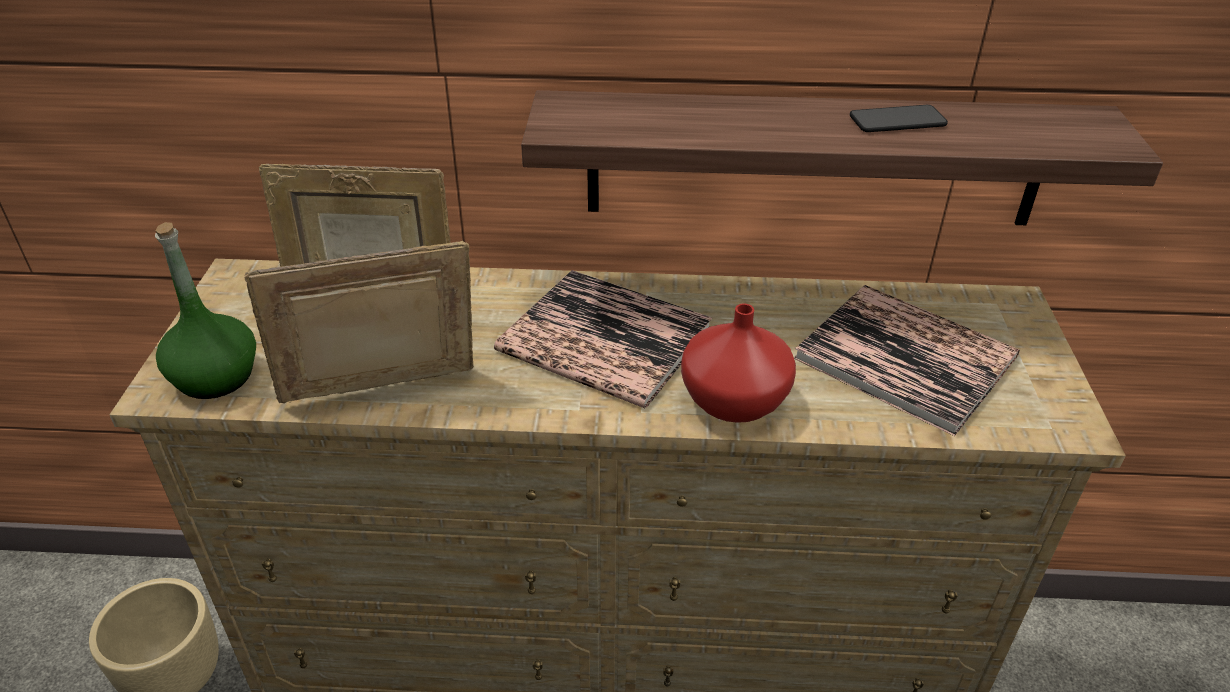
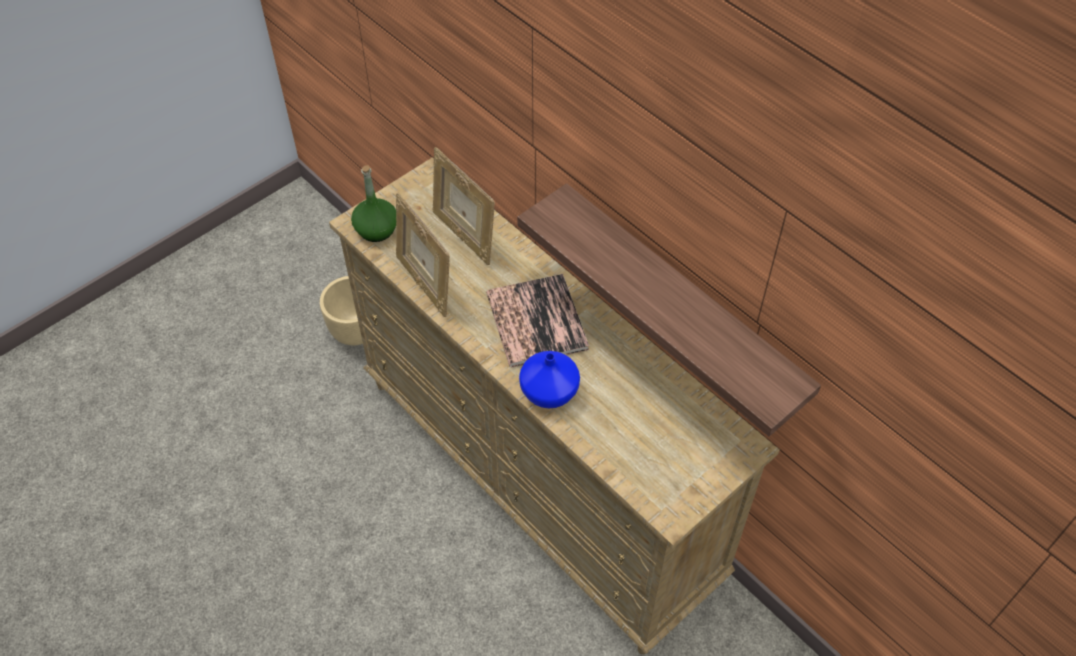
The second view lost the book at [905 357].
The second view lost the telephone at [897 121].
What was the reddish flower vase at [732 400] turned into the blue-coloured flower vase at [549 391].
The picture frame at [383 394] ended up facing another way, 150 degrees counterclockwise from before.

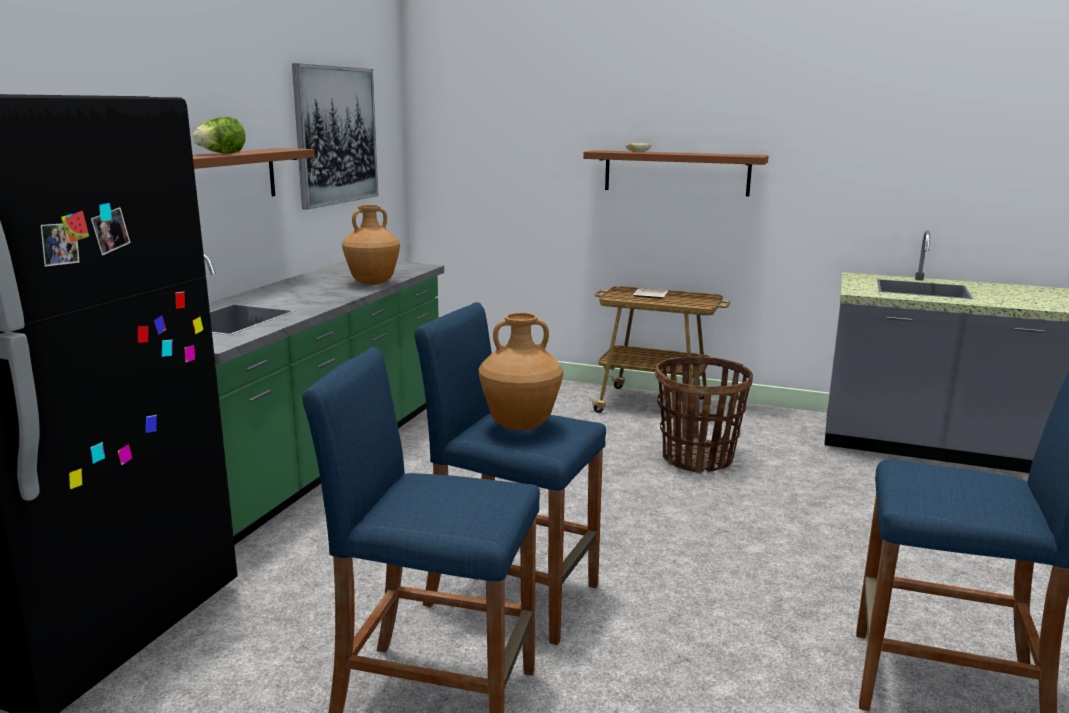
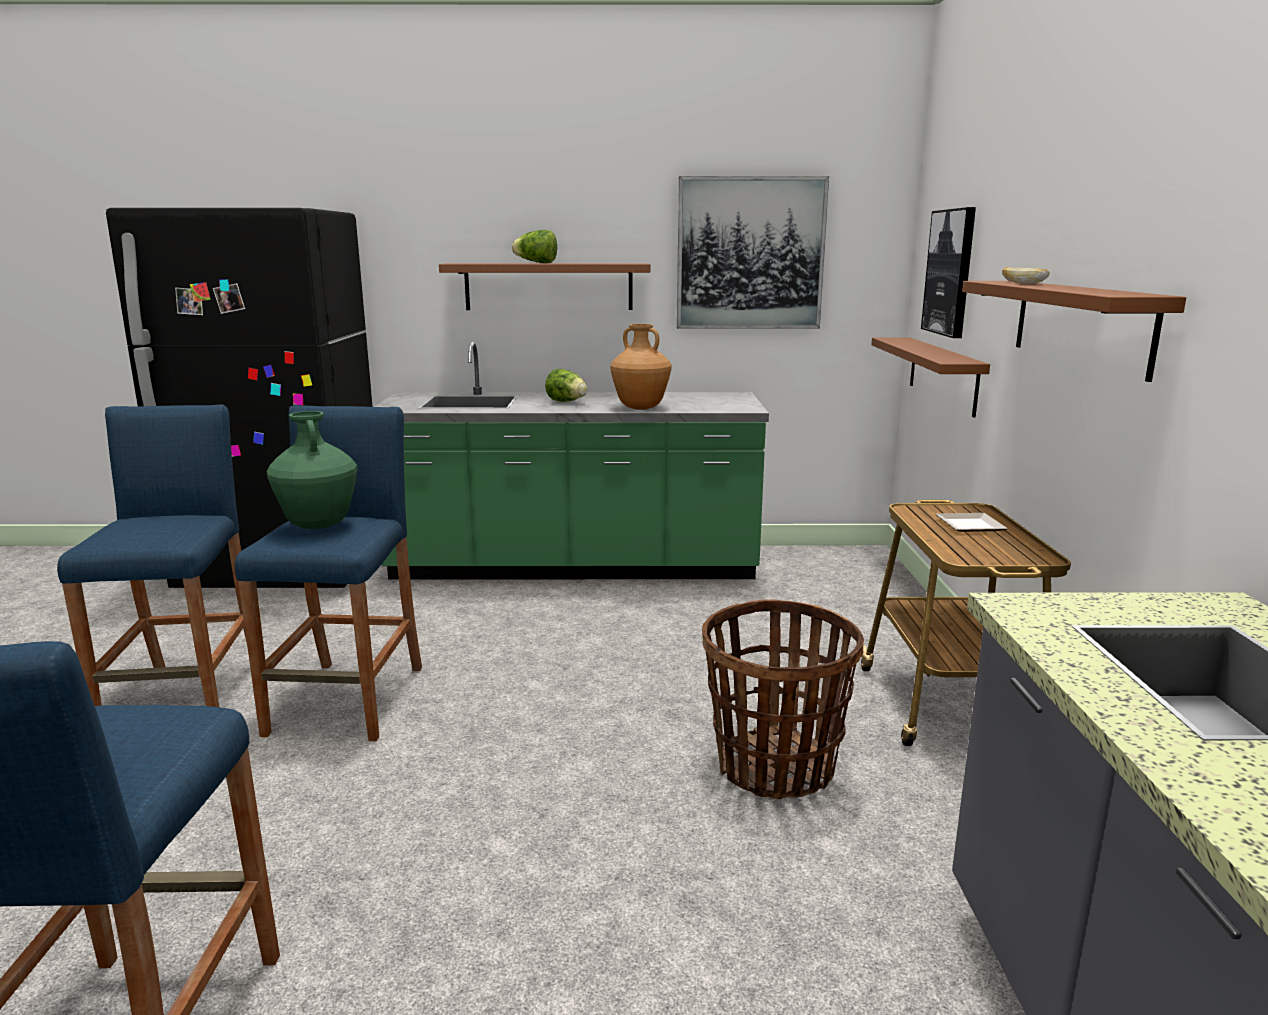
The second view gained the head of lettuce at [567 402].
The second view gained the brown wall shelf at [942 374].
The second view gained the picture at [950 272].
What was the brown flower vase at [519 426] turned into the green-coloured flower vase at [318 525].

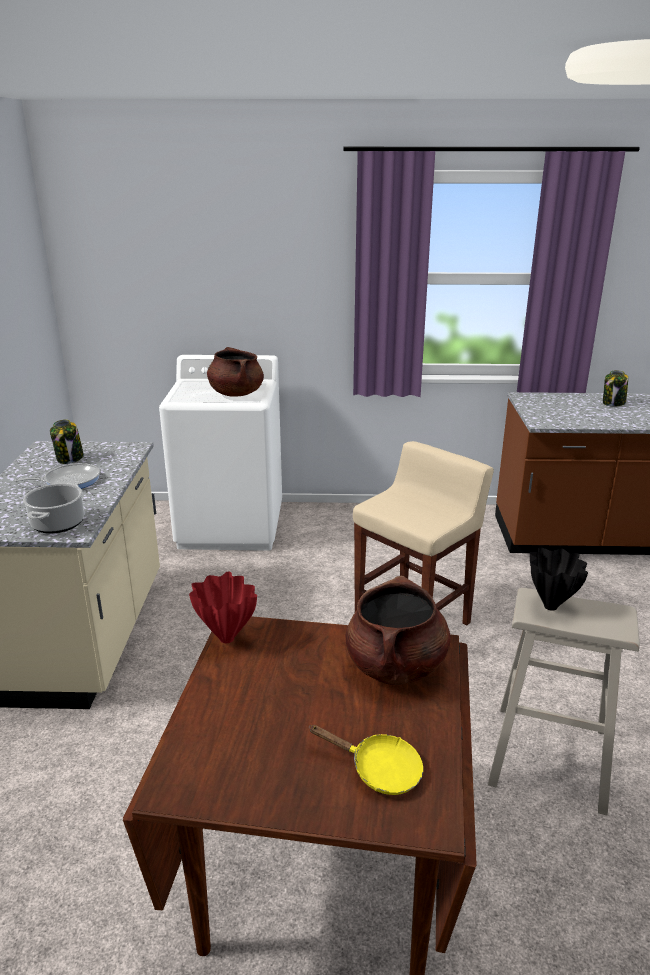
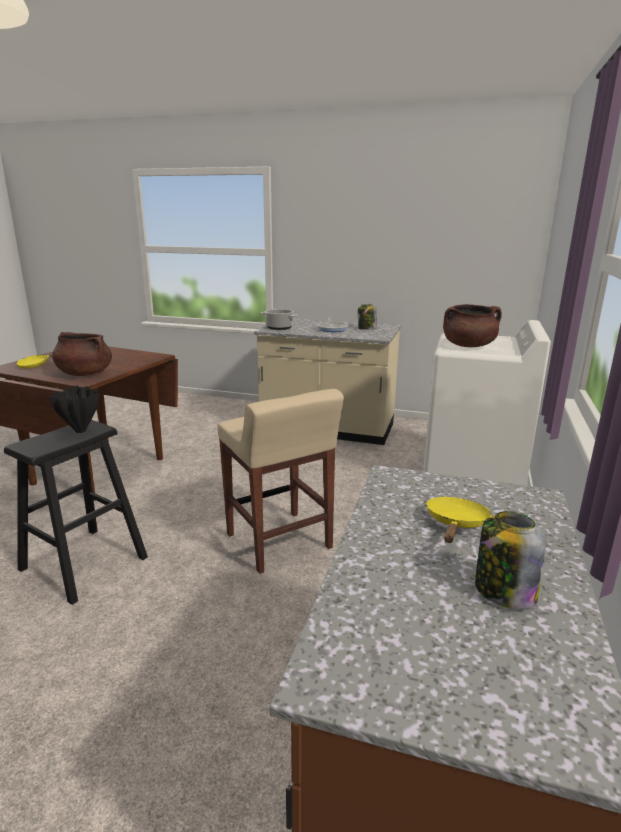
The second view lost the reddish flower vase at [225 638].
The second view gained the yellow-coloured skillet at [456 524].
What was the sand-coloured stool at [548 756] turned into the black stool at [84 563].

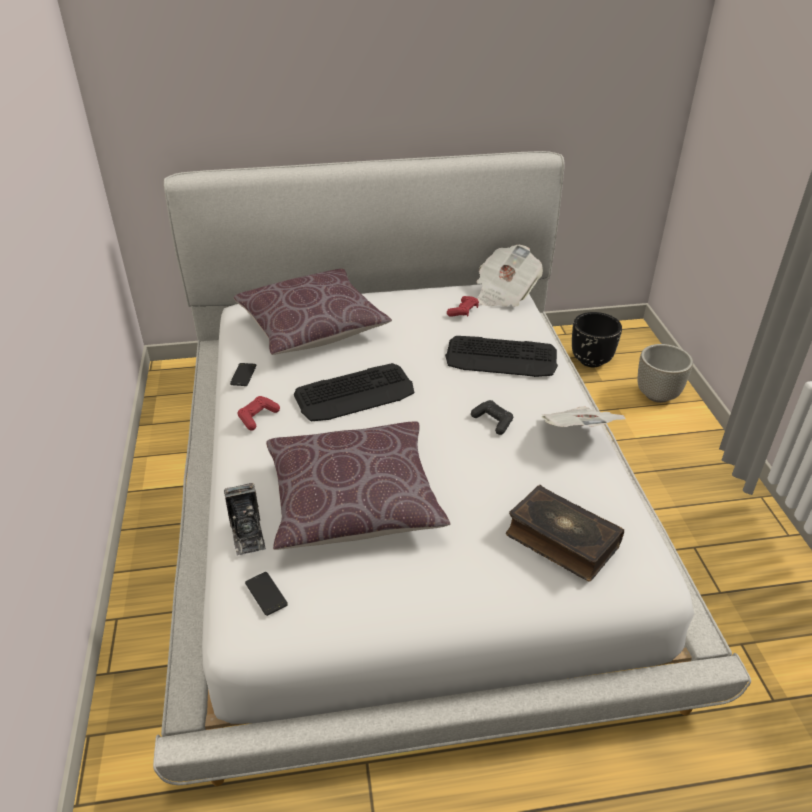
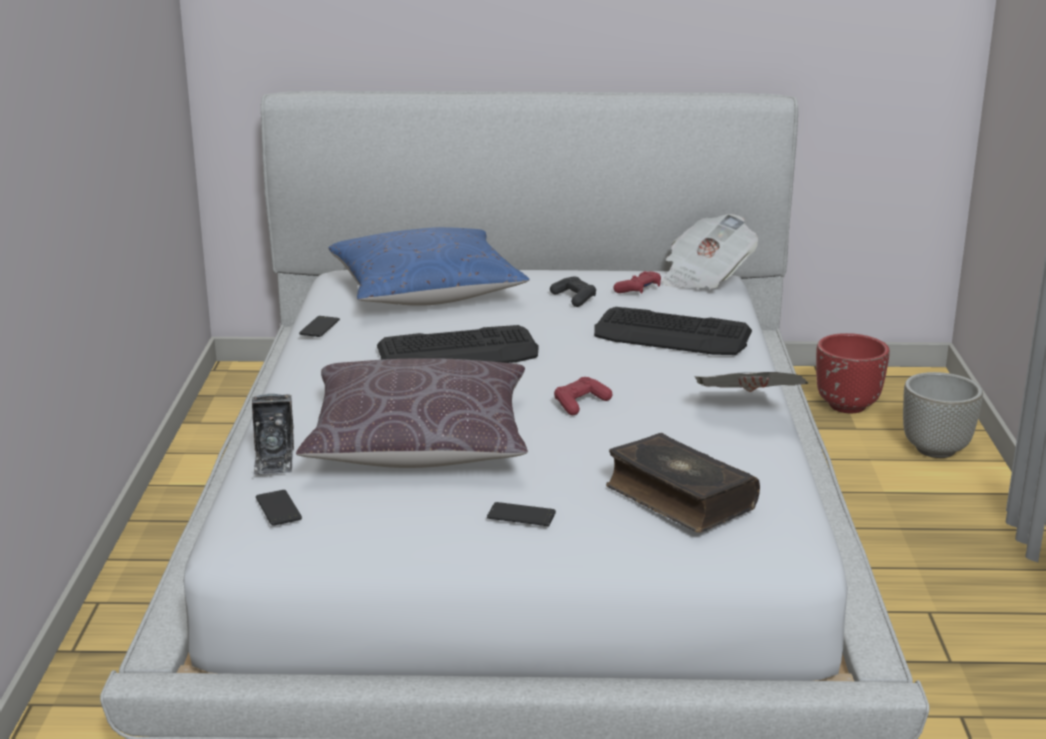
The second view gained the telephone at [521 515].
The reddish game controller ended up elsewhere, having gone from [258 417] to [580 404].
The black game controller ended up elsewhere, having gone from [493 421] to [574 298].
What was the brown throw pillow at [312 327] turned into the blue-coloured throw pillow at [426 291].
What was the black flower pot at [591 360] turned into the reddish flower pot at [847 406].

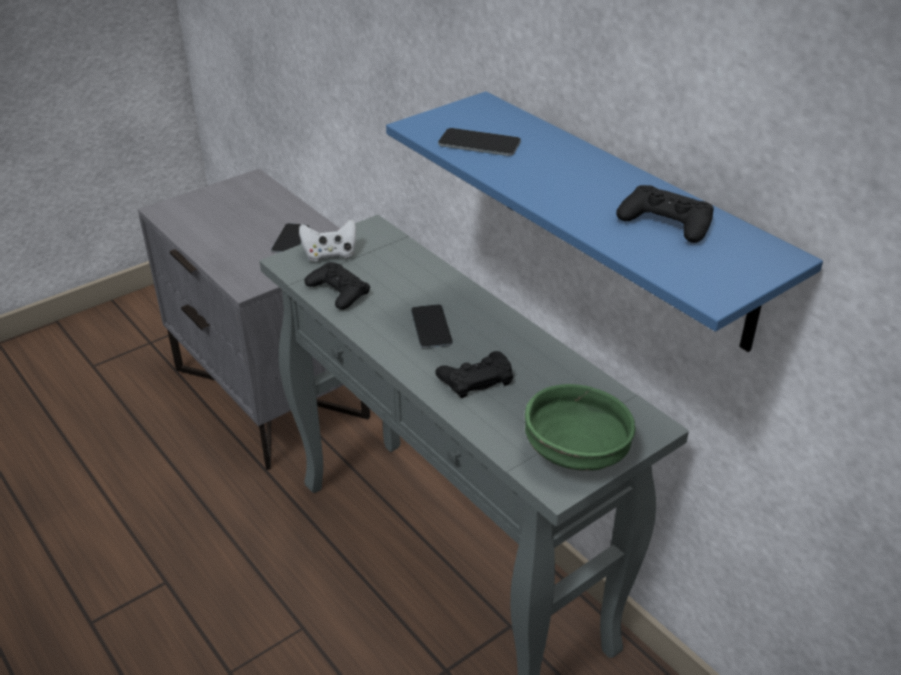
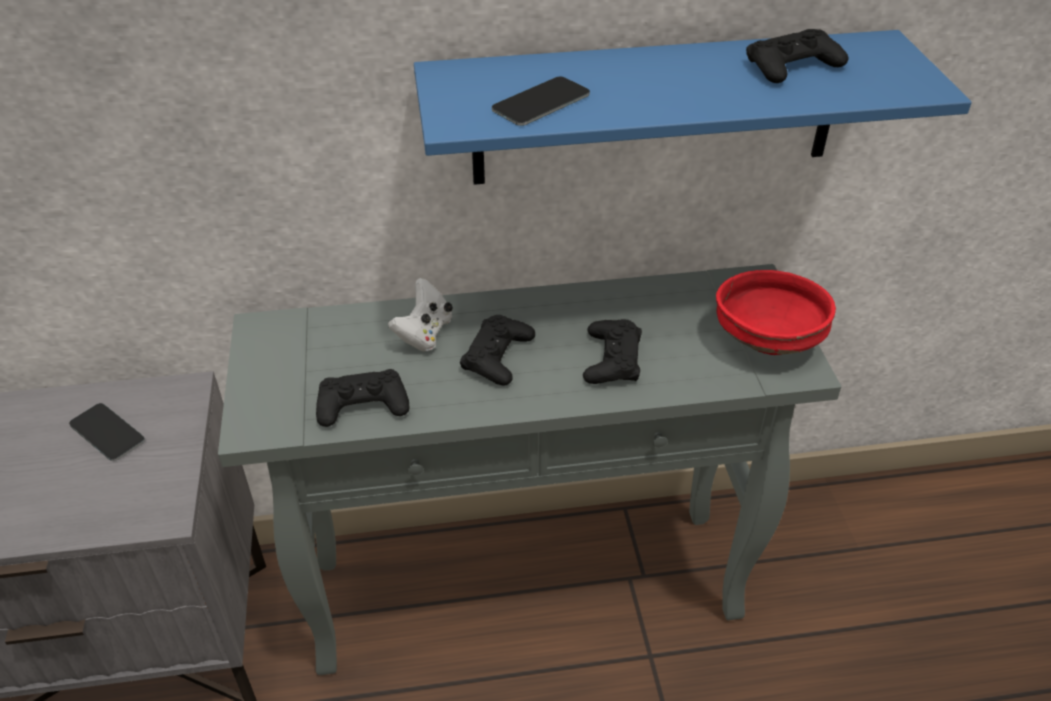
The white game controller ended up elsewhere, having gone from [330 254] to [424 333].
Where the telephone stood at [431 327], the black game controller came to stand at [498 356].
What was the green-coloured bowl at [577 453] turned into the reddish bowl at [767 339].

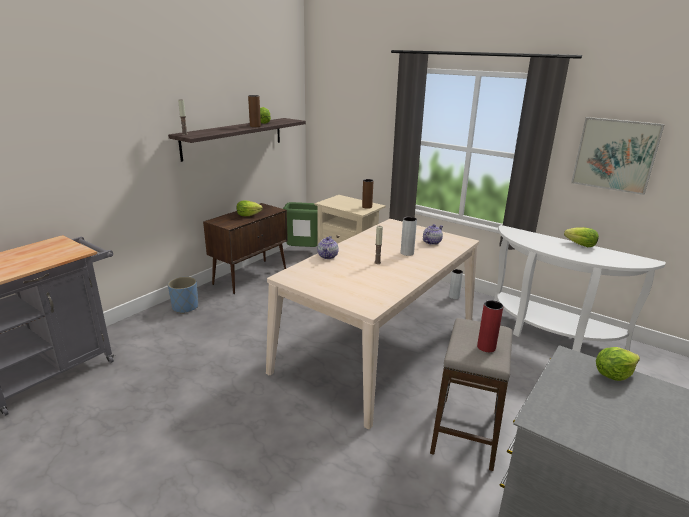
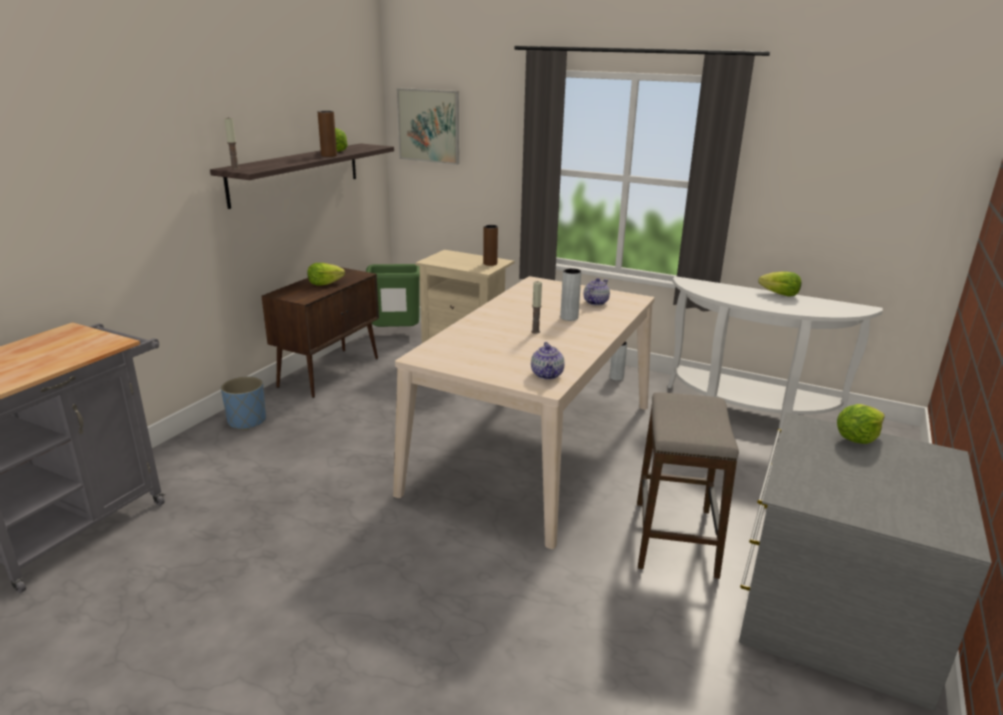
The second view lost the reddish flower vase at [486 347].
The tea pot ended up elsewhere, having gone from [328 256] to [547 375].
The picture ended up elsewhere, having gone from [615 155] to [429 126].

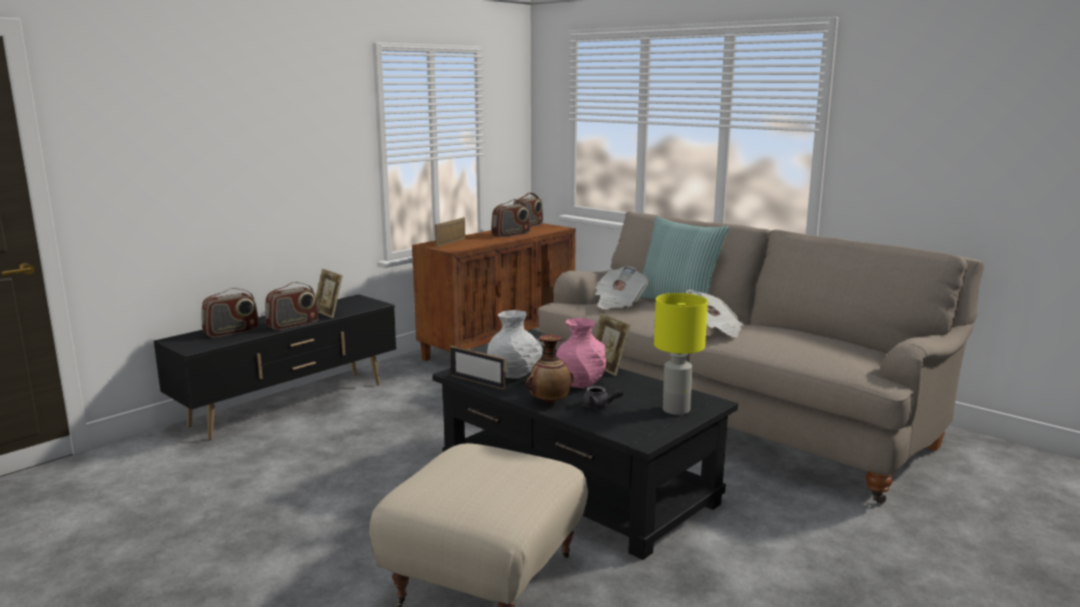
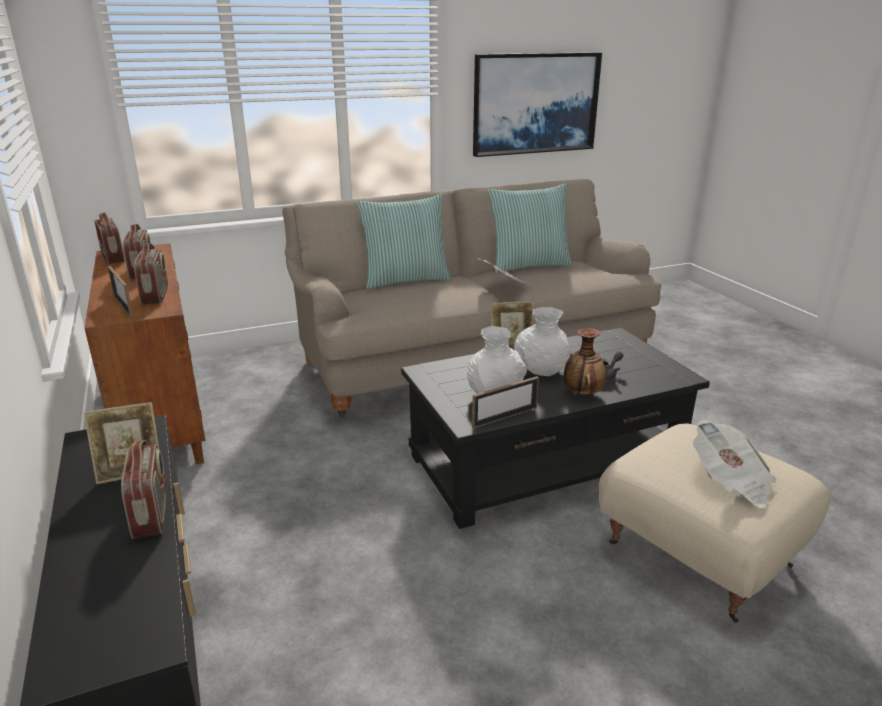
The second view lost the yellow-coloured lamp for a table at [675 410].
The second view gained the picture at [535 103].
The second view gained the throw pillow at [528 265].
The radio set ended up elsewhere, having gone from [231 332] to [156 295].
The newspaper ended up elsewhere, having gone from [618 302] to [731 482].
What was the pink-coloured flower vase at [579 382] turned into the white flower vase at [540 370].

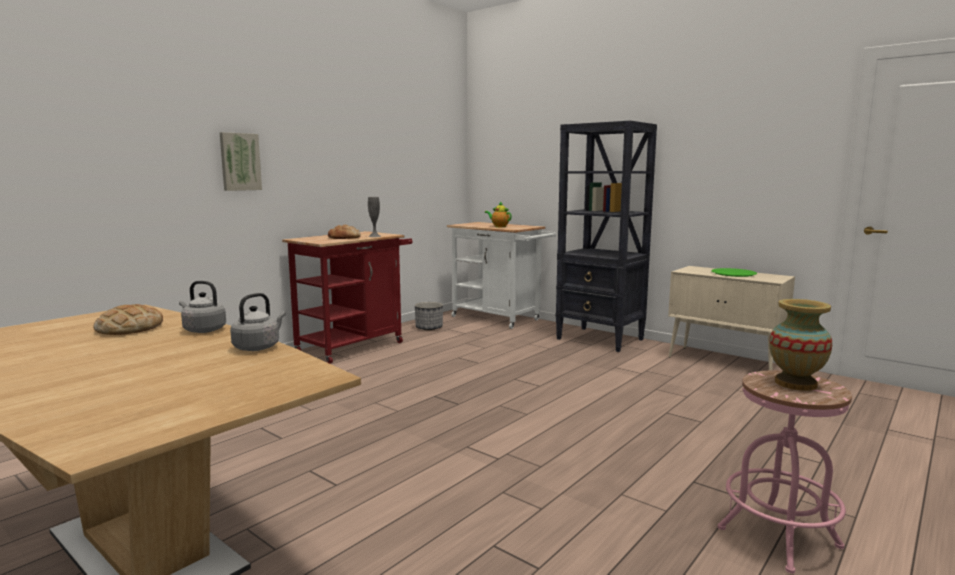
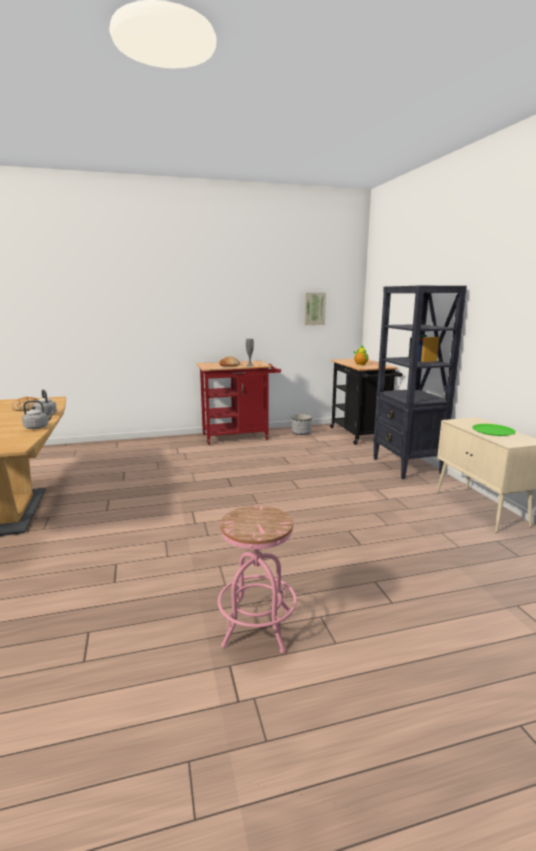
The second view lost the flower vase at [796 384].
The picture ended up elsewhere, having gone from [240 162] to [314 309].
What was the white trolley at [500 319] turned into the black trolley at [360 435].

